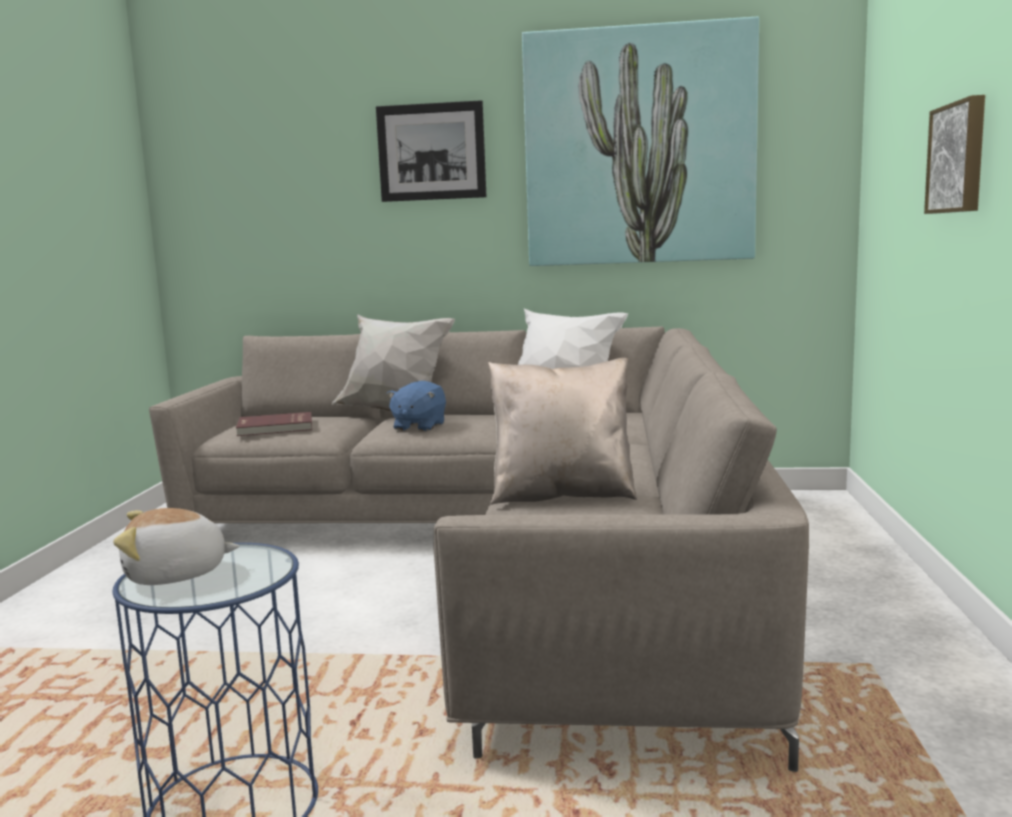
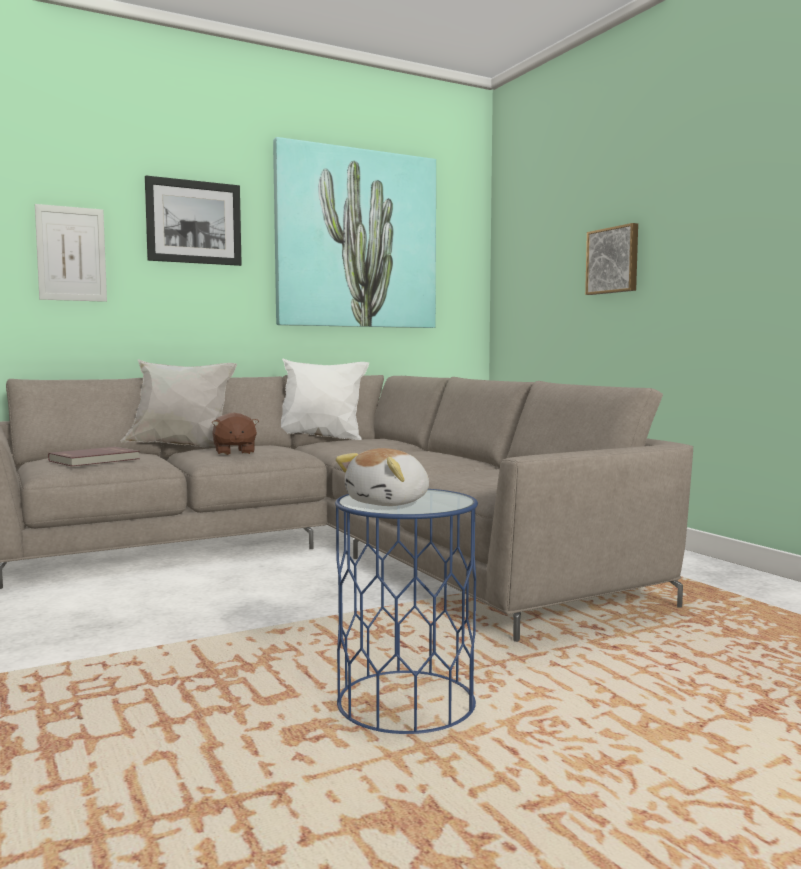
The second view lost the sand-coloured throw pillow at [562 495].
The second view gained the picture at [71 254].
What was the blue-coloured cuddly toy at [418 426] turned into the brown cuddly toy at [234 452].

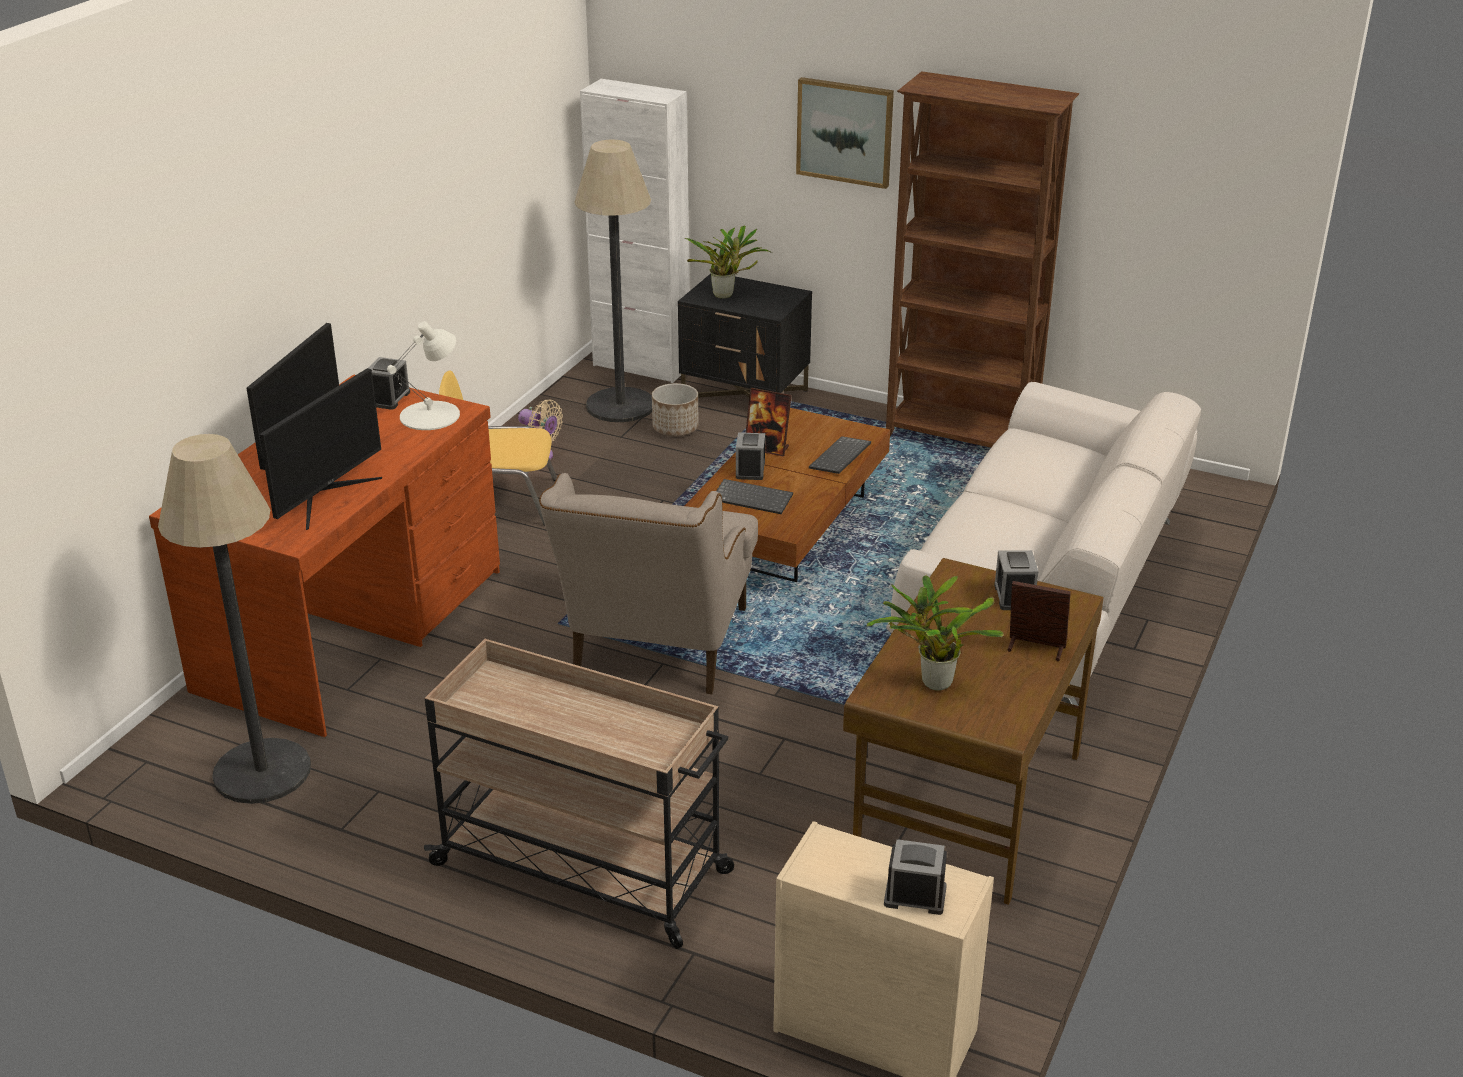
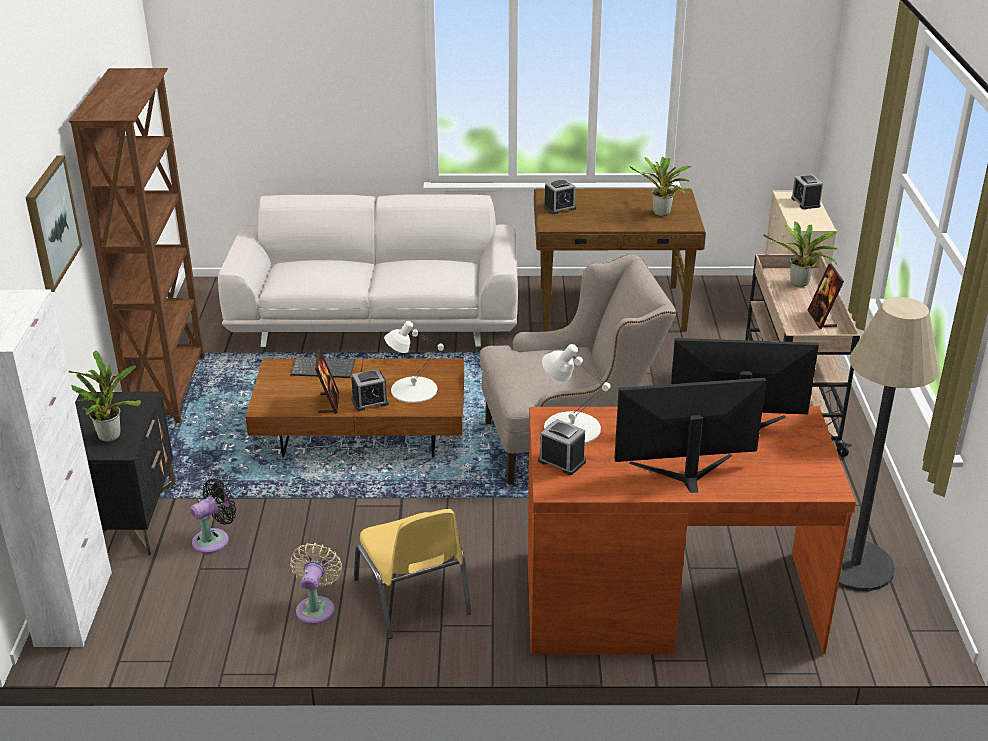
The second view lost the standard lamp at [620 405].
The second view gained the plant in a pot at [800 284].
The picture frame ended up elsewhere, having gone from [1035 648] to [822 319].
Where the flower pot stood at [675 428], the black electric fan came to stand at [214 539].
Where the PC keyboard stood at [753 498], the white lamp for a table came to stand at [413 389].
The bedside clock at [389 398] ended up facing another way, 45 degrees clockwise from before.

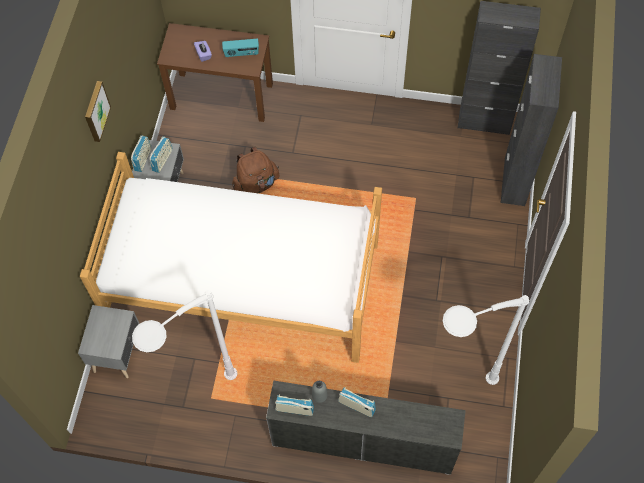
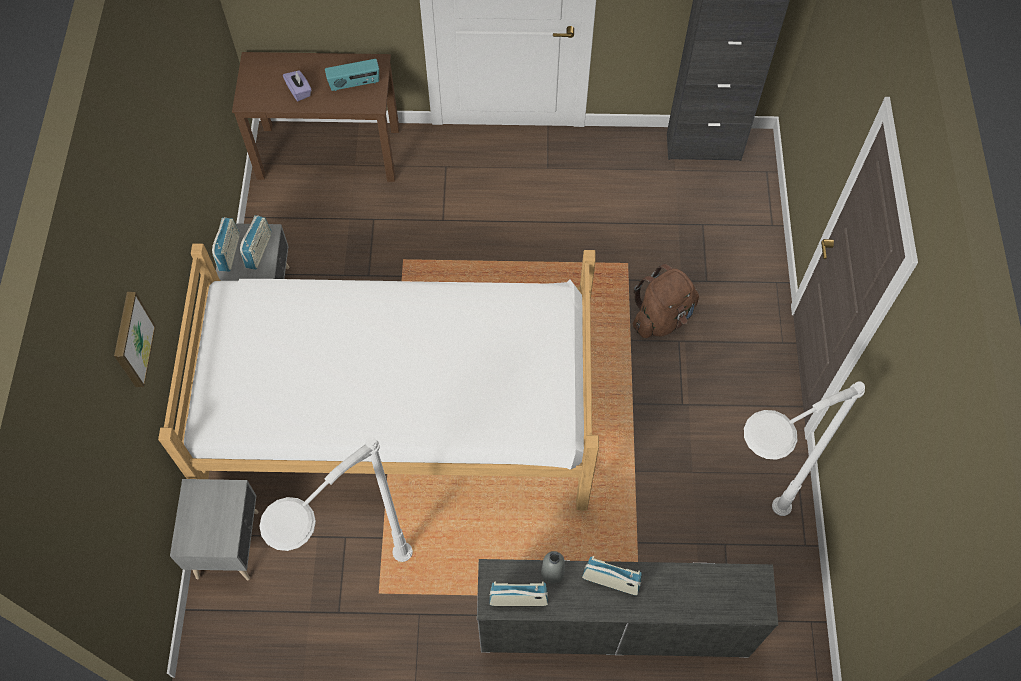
The second view lost the black storage cabinet at [514 181].
The picture ended up elsewhere, having gone from [95 111] to [131 340].
The brown backpack ended up elsewhere, having gone from [256 184] to [662 317].

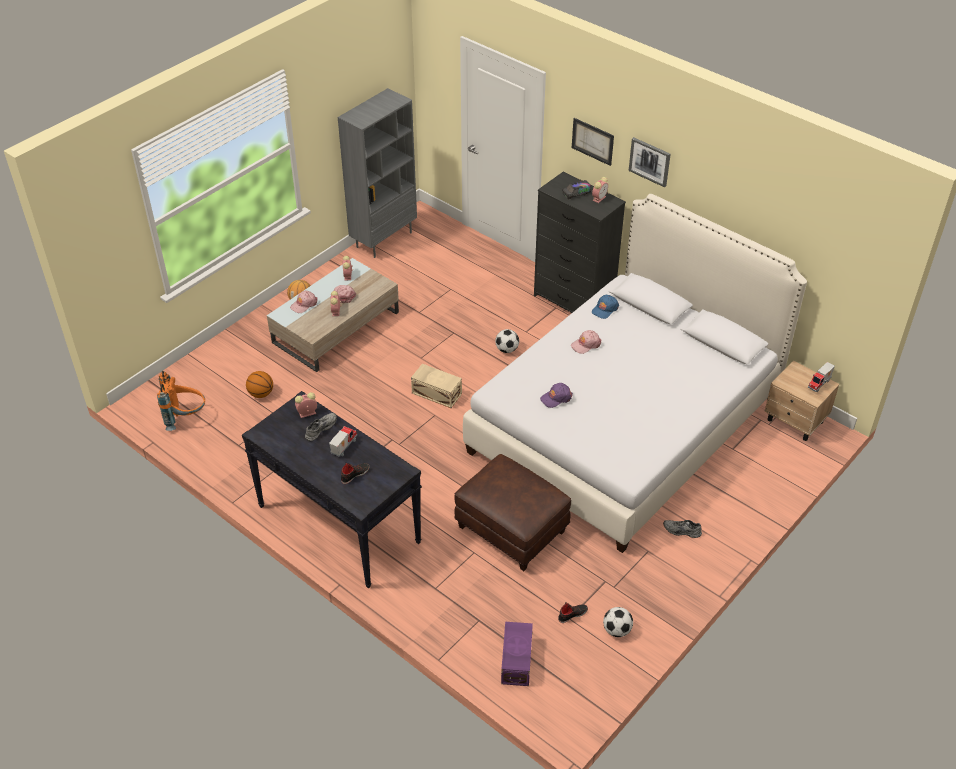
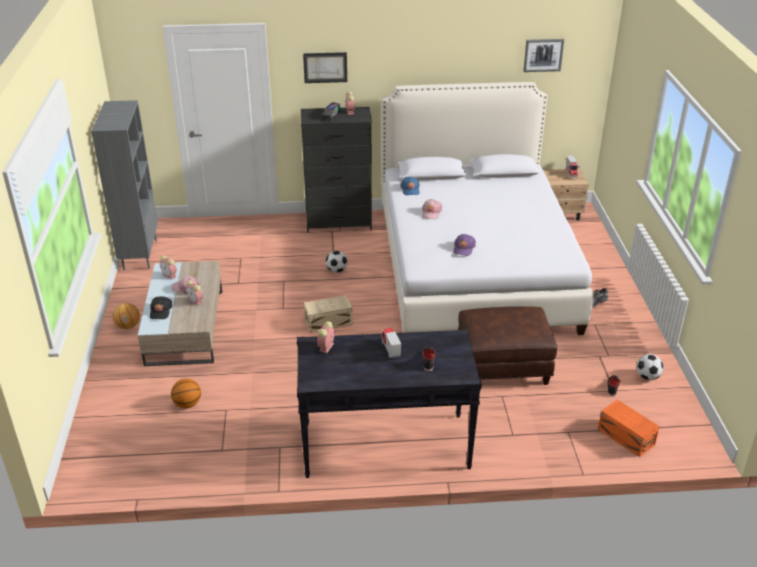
The second view lost the orange backpack at [185 418].
The second view lost the greyish low shoe at [320 428].
The picture ended up elsewhere, having gone from [650 161] to [543 55].
What was the pink-coloured baseball cap at [304 304] turned into the black baseball cap at [160 311].
What was the purple storage box at [515 661] turned into the orange storage box at [626 438].

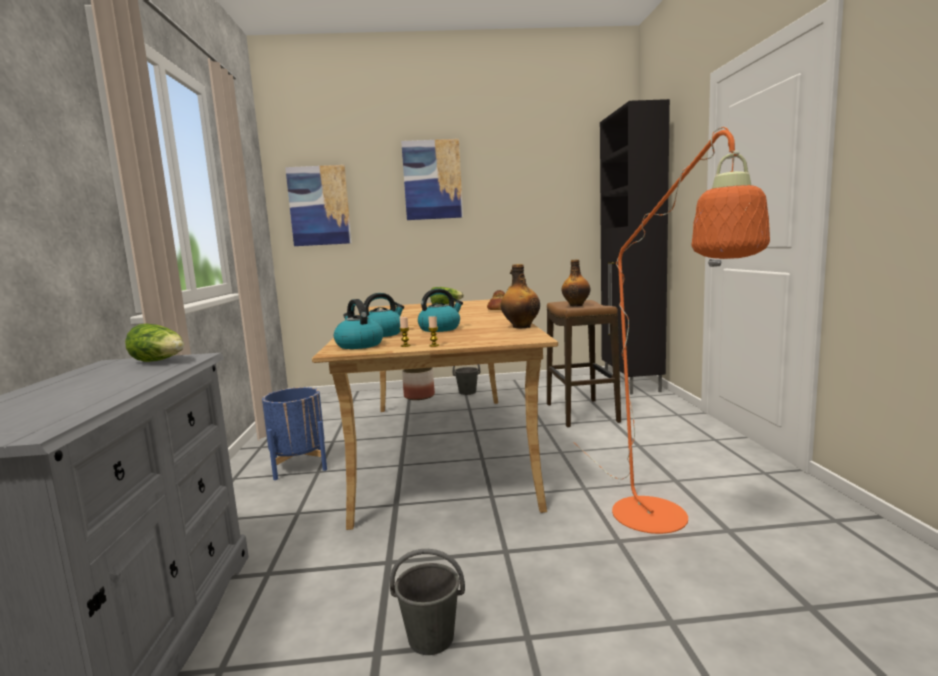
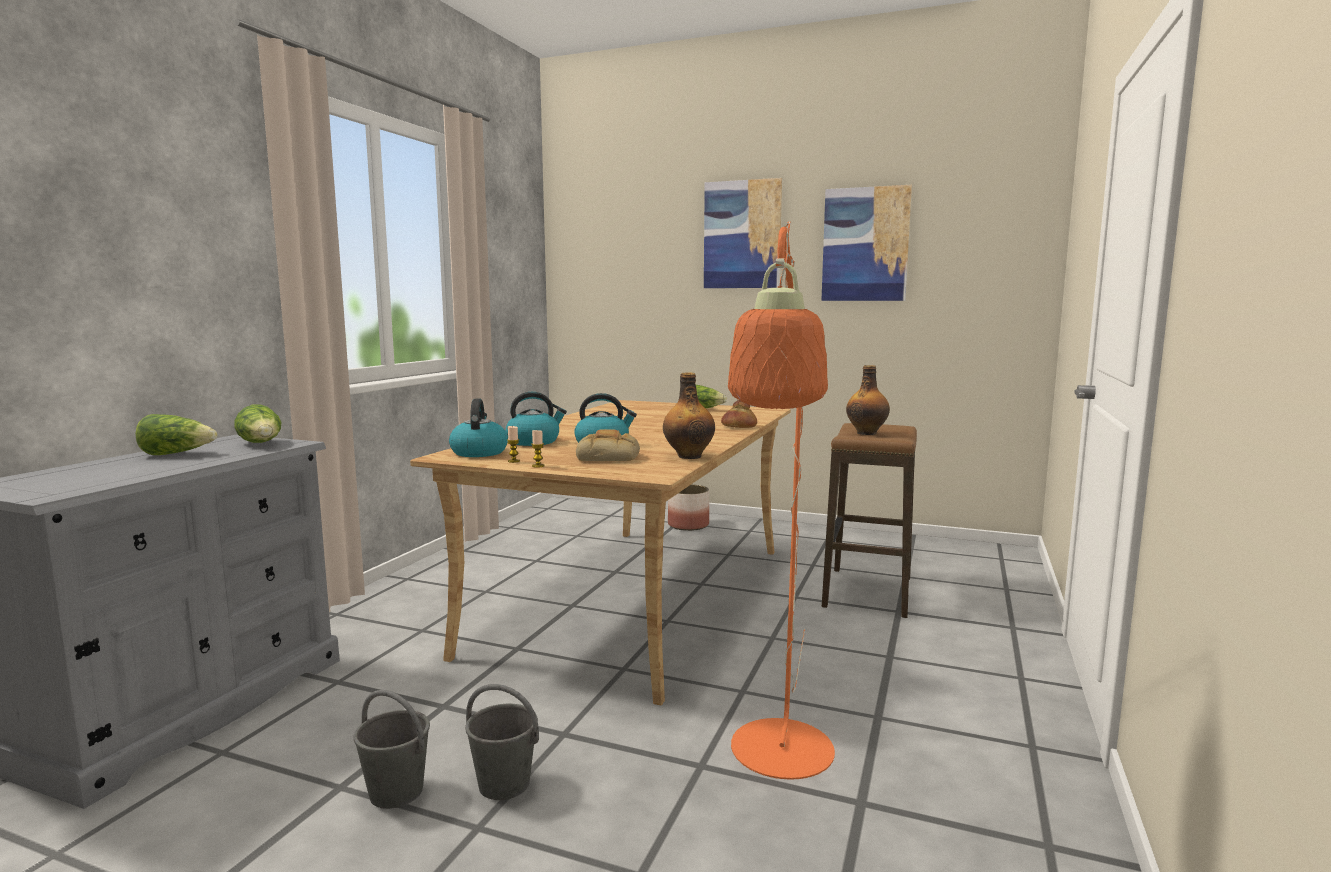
The second view lost the blue-coloured flower pot at [299 465].
The second view lost the black storage cabinet at [631 383].
The second view gained the head of lettuce at [177 454].
The second view gained the baked bread at [609 457].
The picture ended up elsewhere, having gone from [319 206] to [865 244].
The greyish bucket ended up elsewhere, having gone from [468 392] to [505 784].

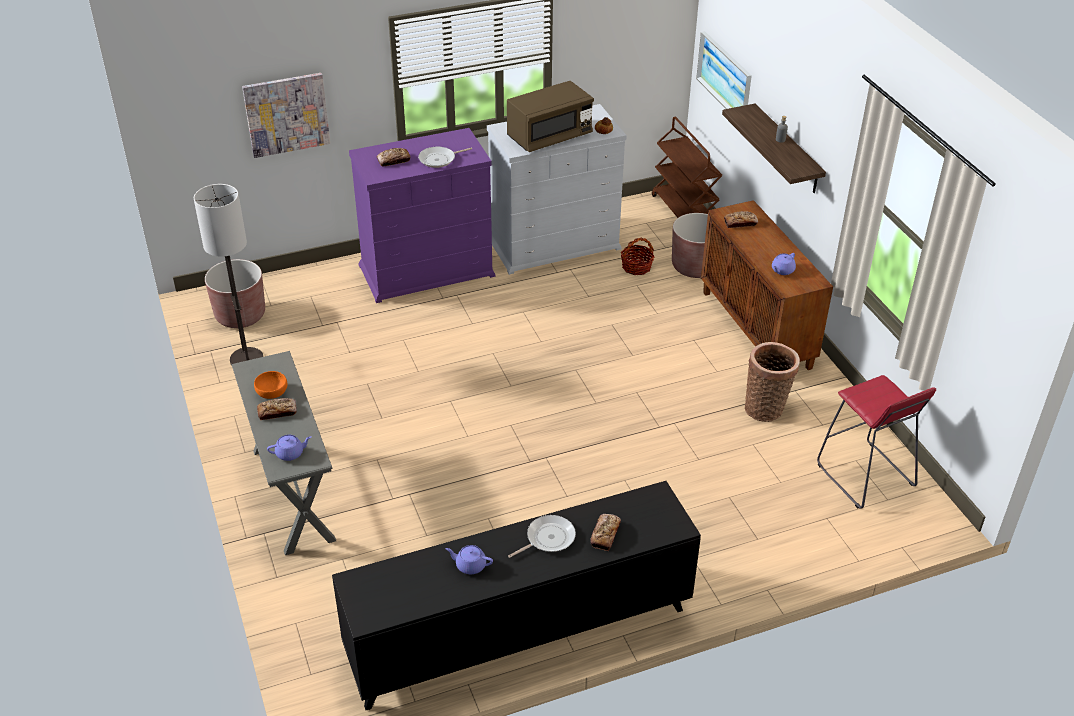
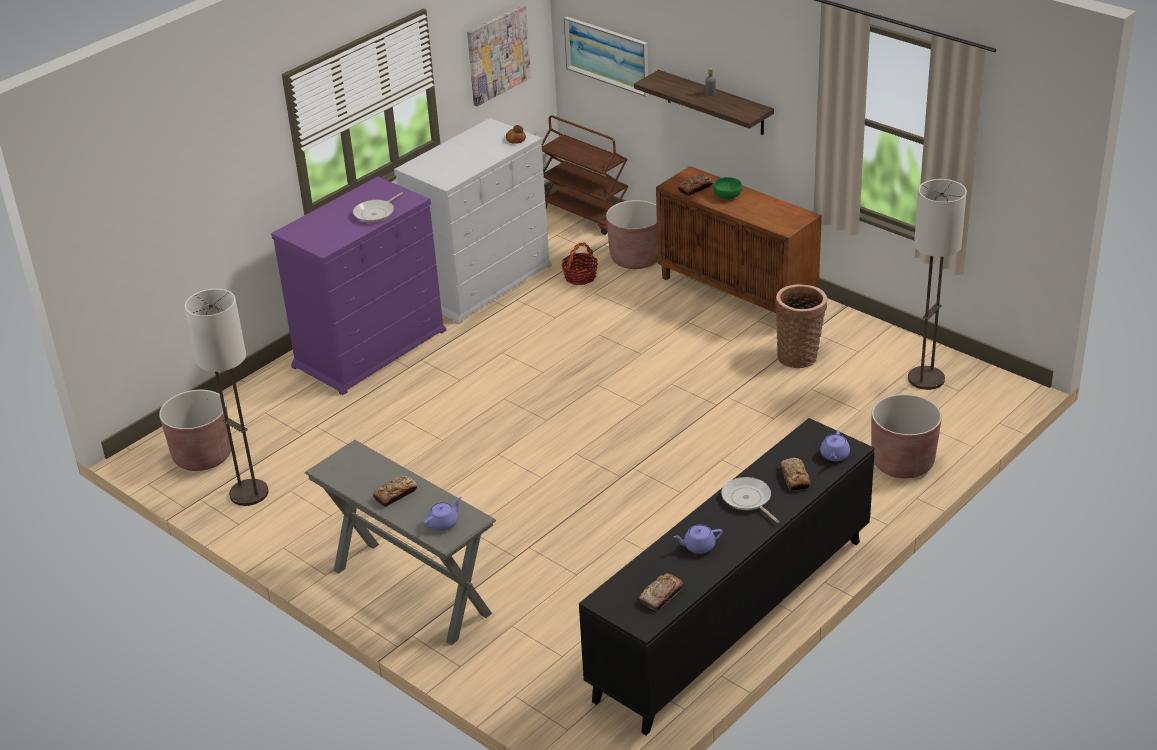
The second view lost the orange bowl at [271 392].
The second view lost the brown microwave oven at [549 137].
The second view gained the green-coloured bowl at [727 196].
The second view gained the brown flower pot at [902 462].
The picture ended up elsewhere, having gone from [286 114] to [498 54].
The baked bread ended up elsewhere, having gone from [393 160] to [661 595].
The purple tea pot ended up elsewhere, having gone from [782 270] to [834 455].
Where the reddish stool stood at [865 476], the standard lamp came to stand at [926 379].
The skillet at [548 538] ended up facing another way, 60 degrees counterclockwise from before.

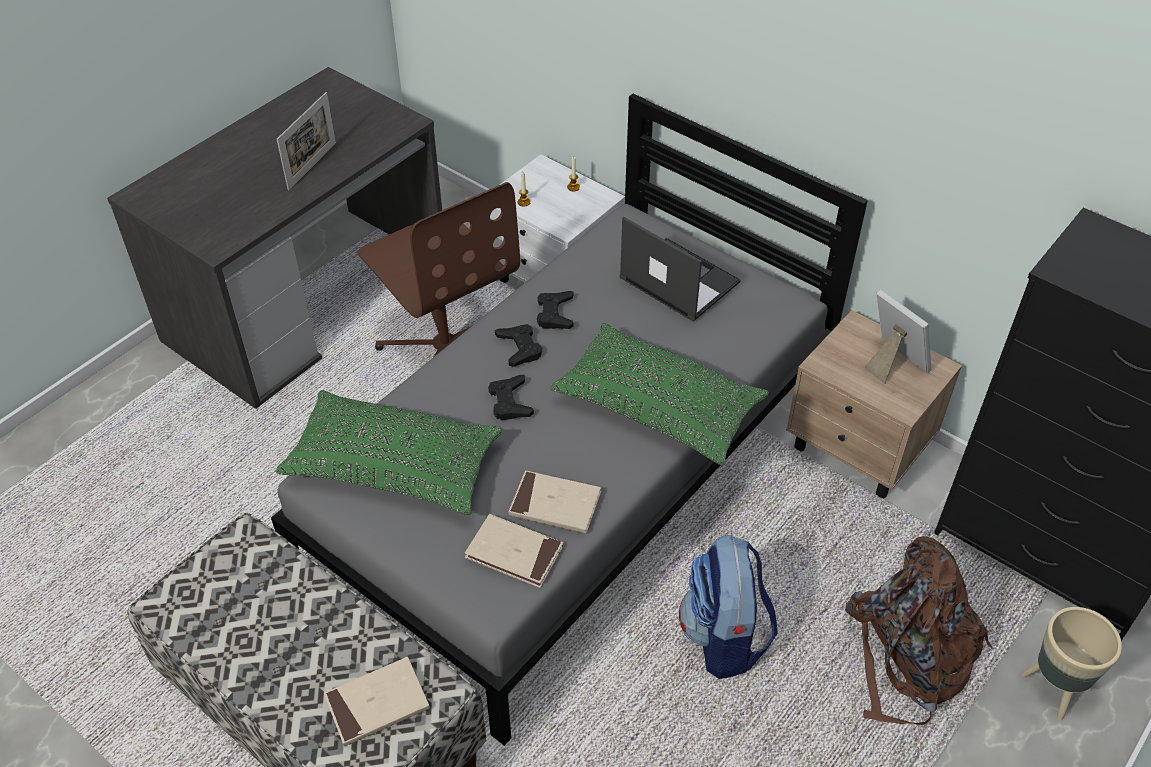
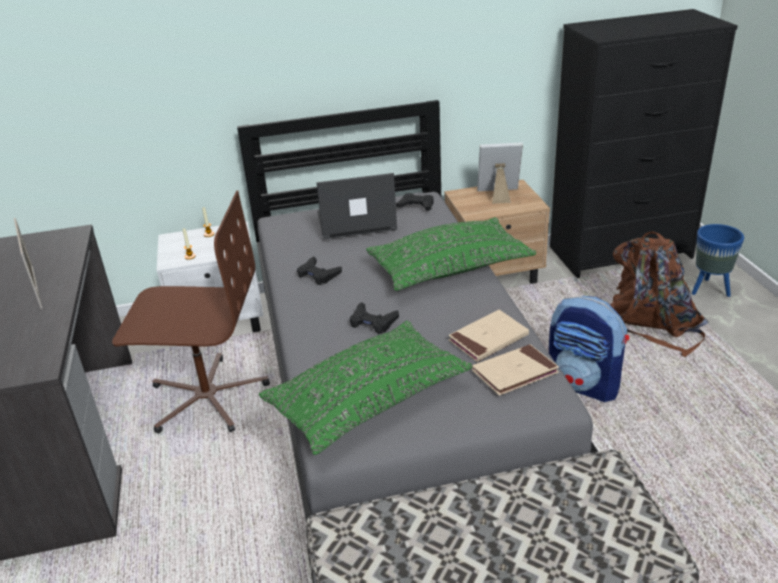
The second view lost the sand-coloured book at [377 704].
The black game controller ended up elsewhere, having gone from [519 348] to [416 206].
What was the sand-coloured flower pot at [1054 690] turned into the blue-coloured flower pot at [709 290].

